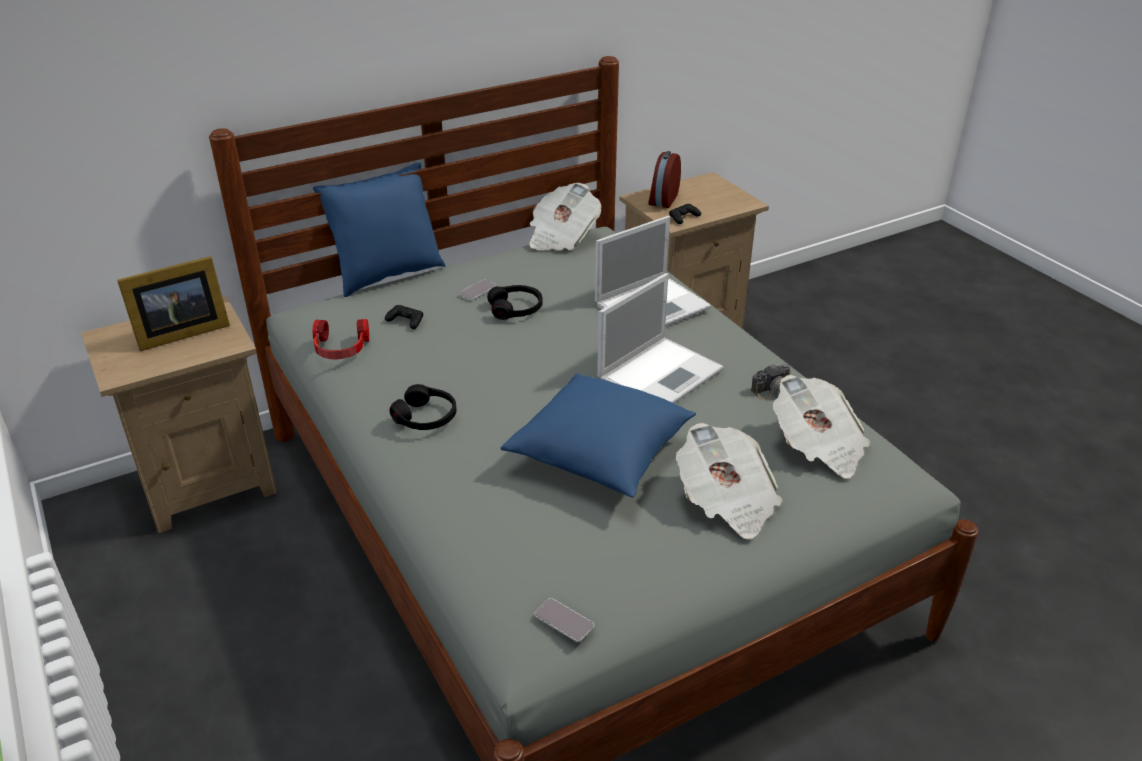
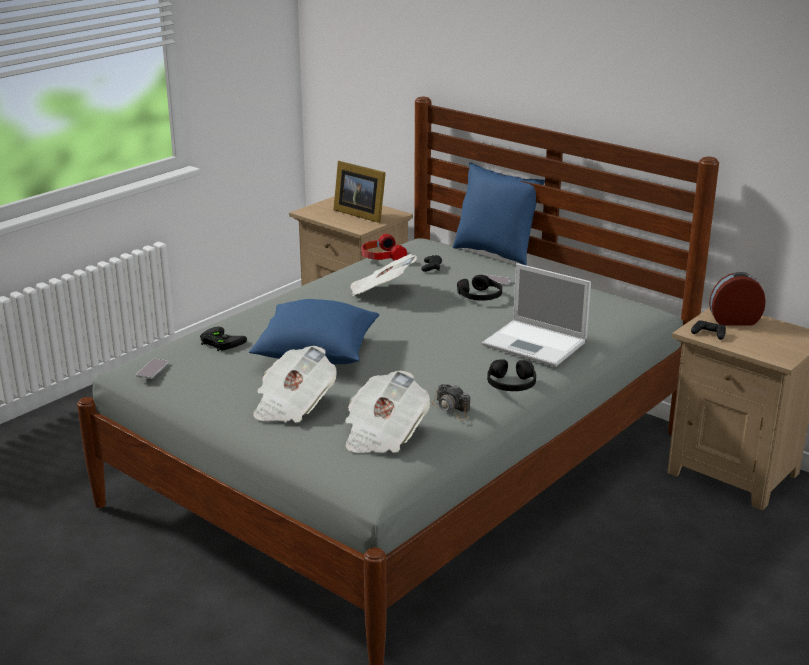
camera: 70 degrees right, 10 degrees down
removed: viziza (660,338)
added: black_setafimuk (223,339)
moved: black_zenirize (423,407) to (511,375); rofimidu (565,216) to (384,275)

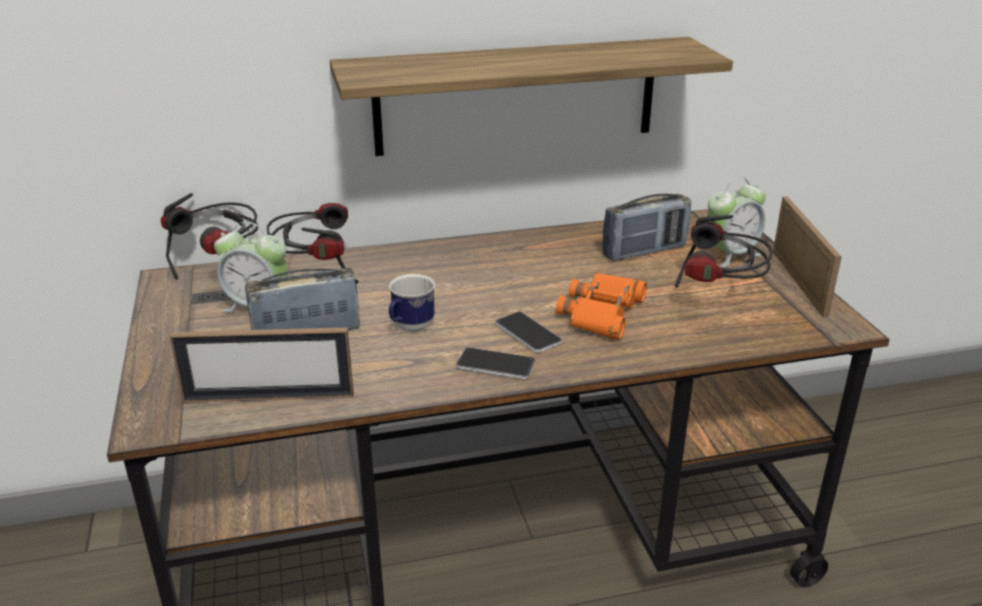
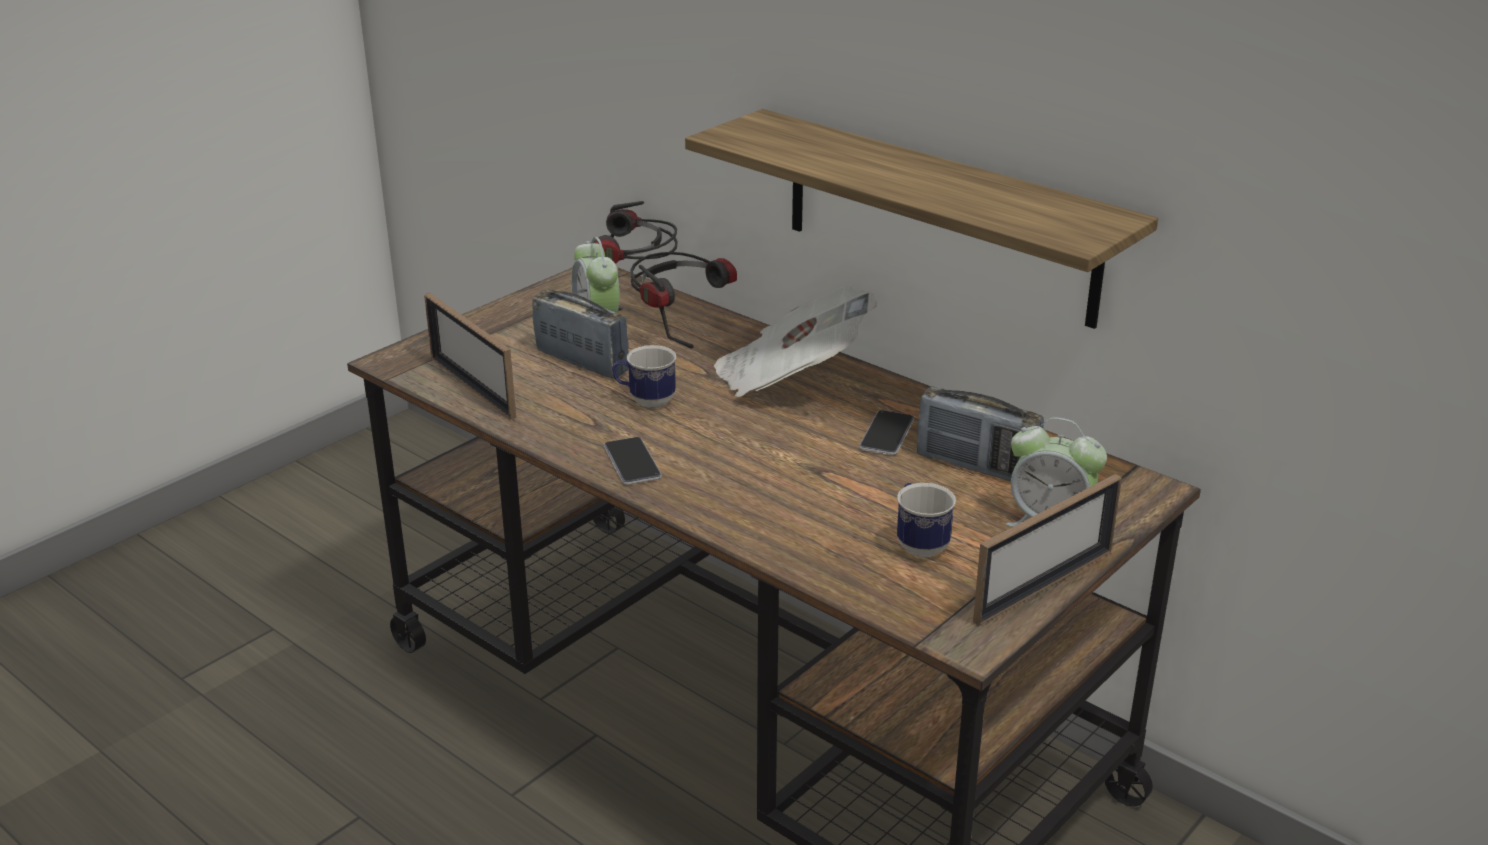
camera: 55 degrees right, 0 degrees up
removed: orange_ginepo (601,306)
added: rofimidu (795,341)
moved: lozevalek (528,332) to (886,432)
replaced: zenirize (724,251) to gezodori (926,520)

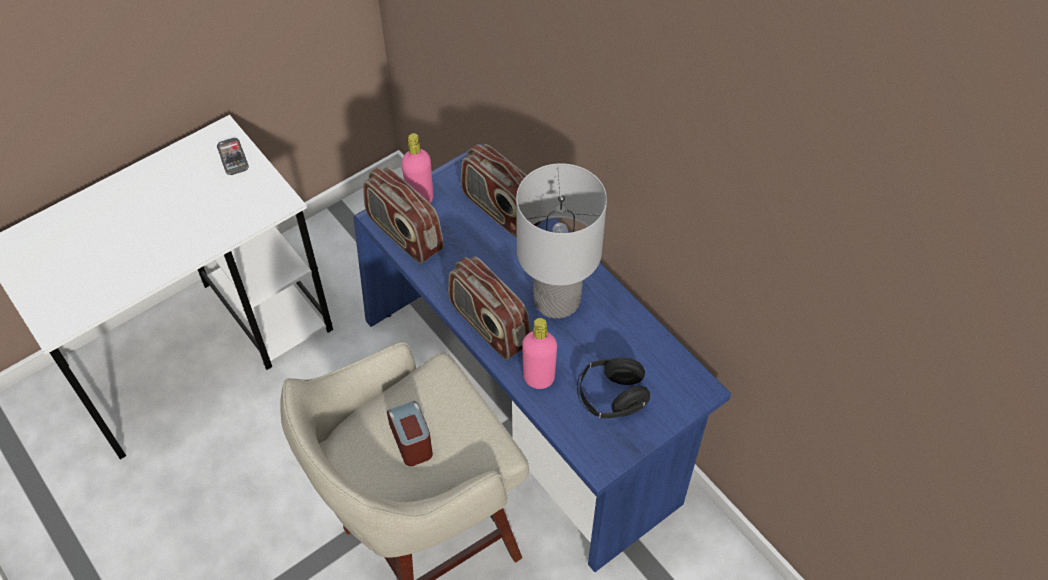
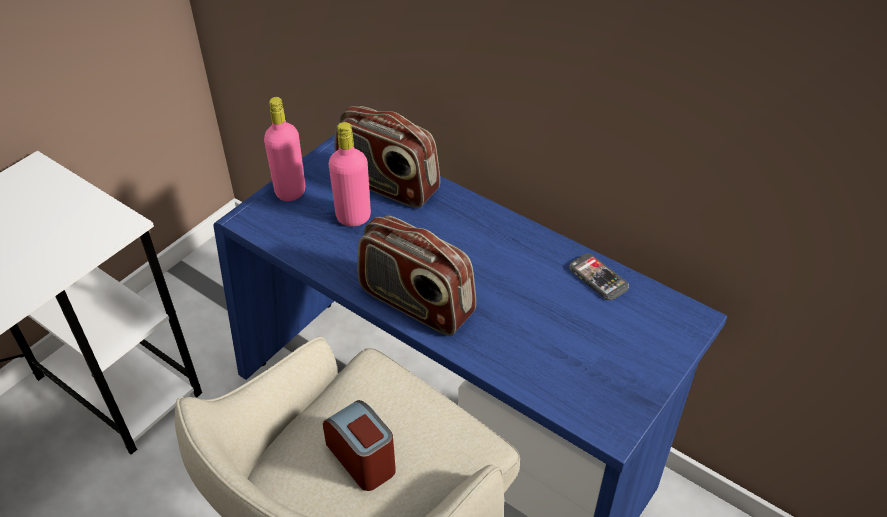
camera: 15 degrees left, 10 degrees down
removed: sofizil (403,215); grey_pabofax (561,241); black_zenirize (613,387)
moved: lozevalek (233,156) to (599,276); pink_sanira (539,353) to (349,174)

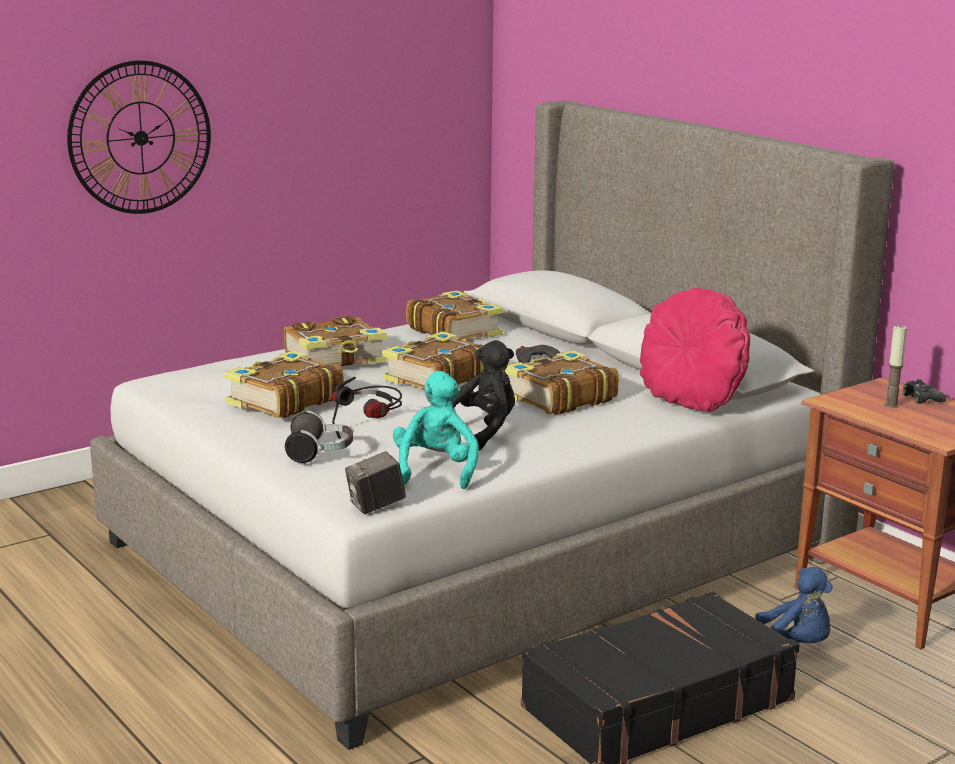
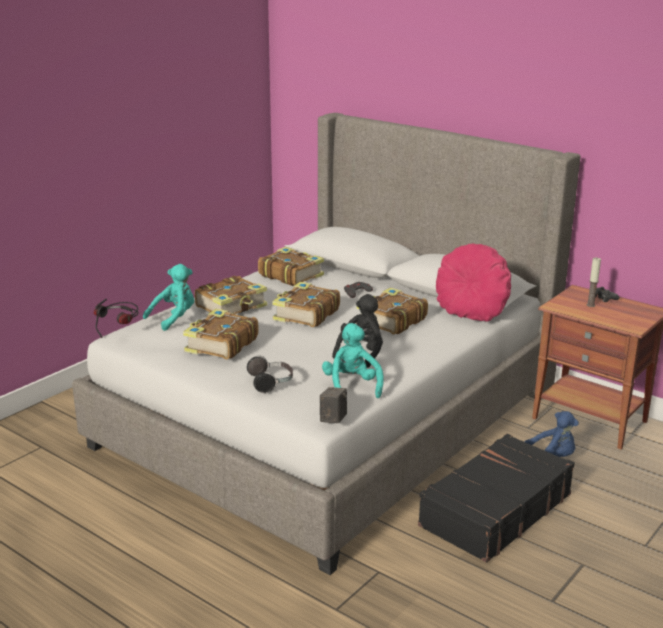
camera: 15 degrees left, 5 degrees up
removed: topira (139,137)
added: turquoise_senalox (168,297)
moved: zenirize (367,408) to (116,318)
turned: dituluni (375,482) = (333,405) 150 degrees clockwise

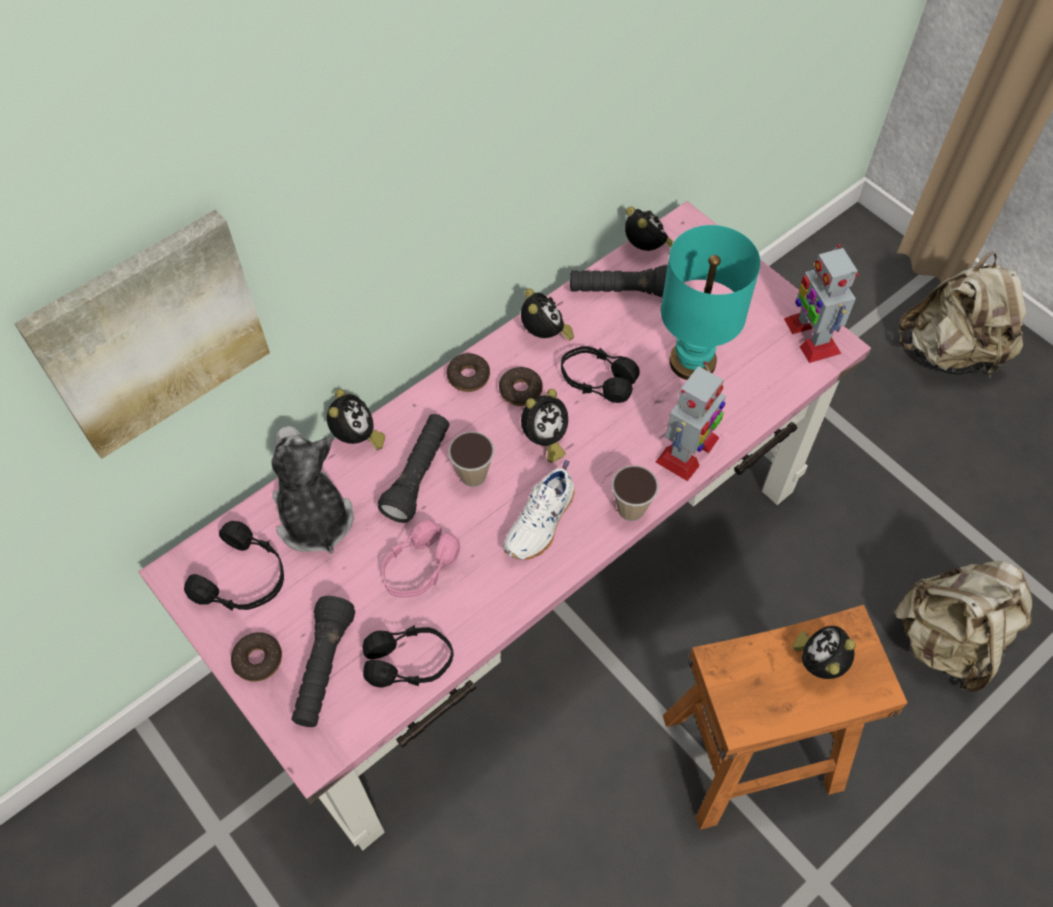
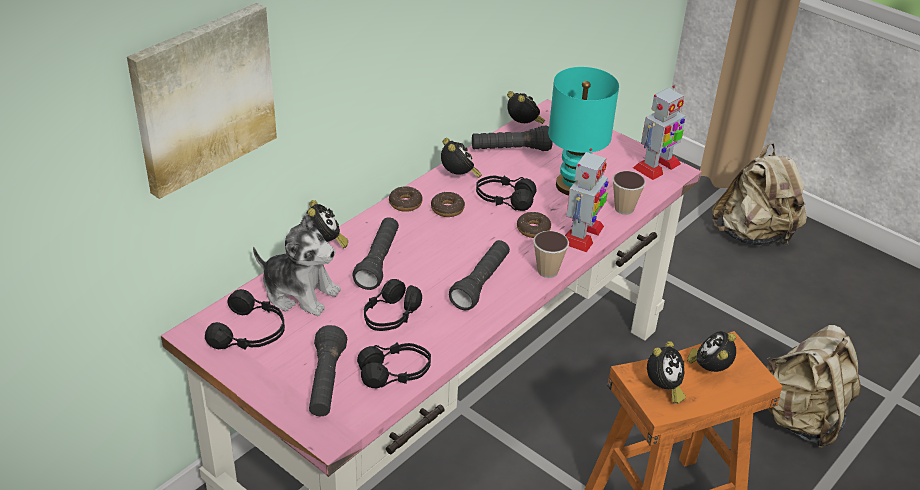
camera: 10 degrees left, 20 degrees down
moved: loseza (256,657) to (534,225); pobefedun (471,459) to (629,193); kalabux (544,425) to (666,372)
replaced: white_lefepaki (539,510) to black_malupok (479,275)
recoloured: pink_zenirize (421,558) to black_zenirize (393,305)
turned: senalox (312,490) = (297,264) 150 degrees clockwise; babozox (821,303) = (659,132) 105 degrees counterclockwise

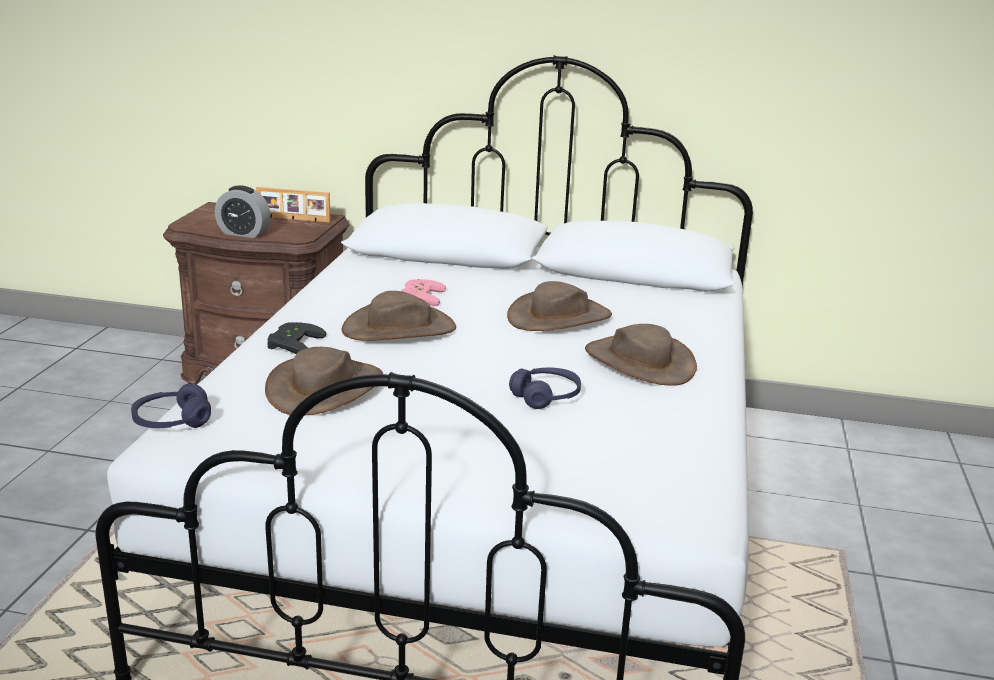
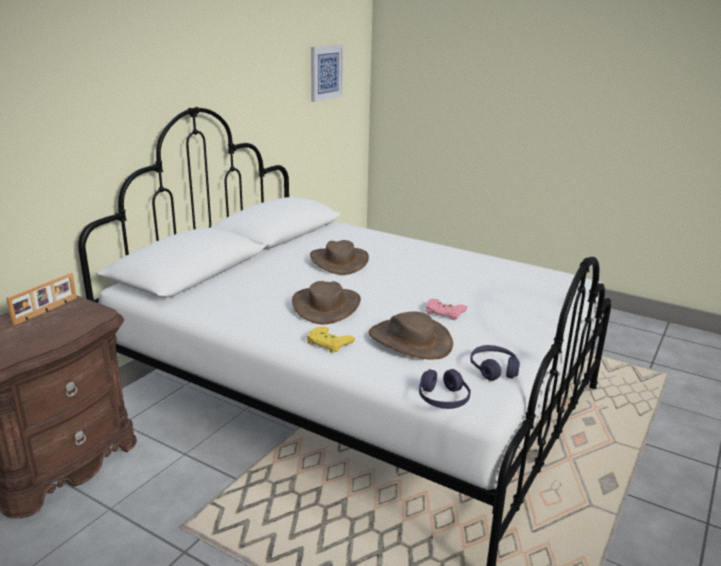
camera: 70 degrees left, 0 degrees up
removed: kalabux (243,211); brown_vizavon (641,355)
added: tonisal (327,73)
moved: pink_setafimuk (423,292) to (446,309); purple_zenirize (545,388) to (495,363)
recoloured: black_setafimuk (296,338) to yellow_setafimuk (331,340)

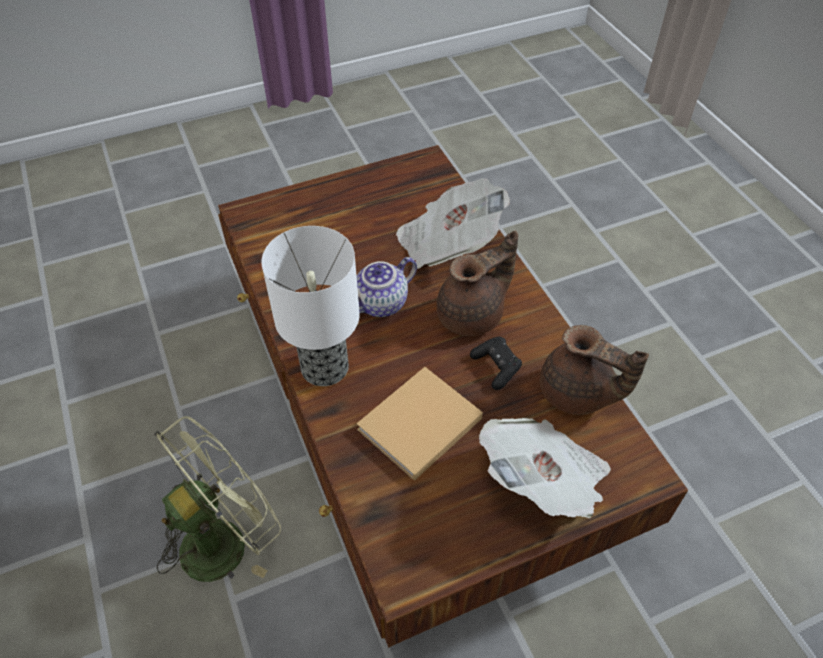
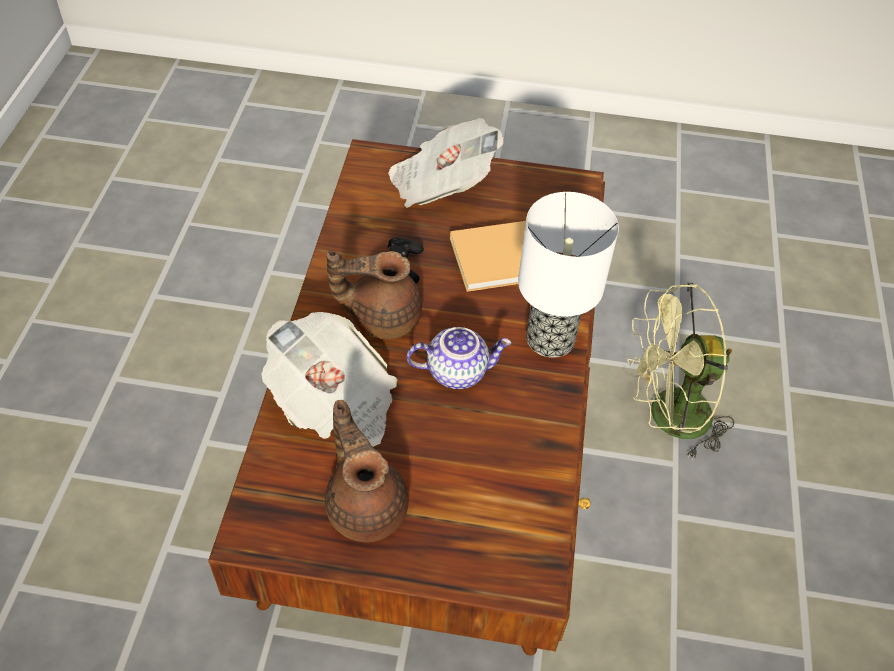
camera: 150 degrees left, 0 degrees up
moved: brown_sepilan (594,370) to (367,471)

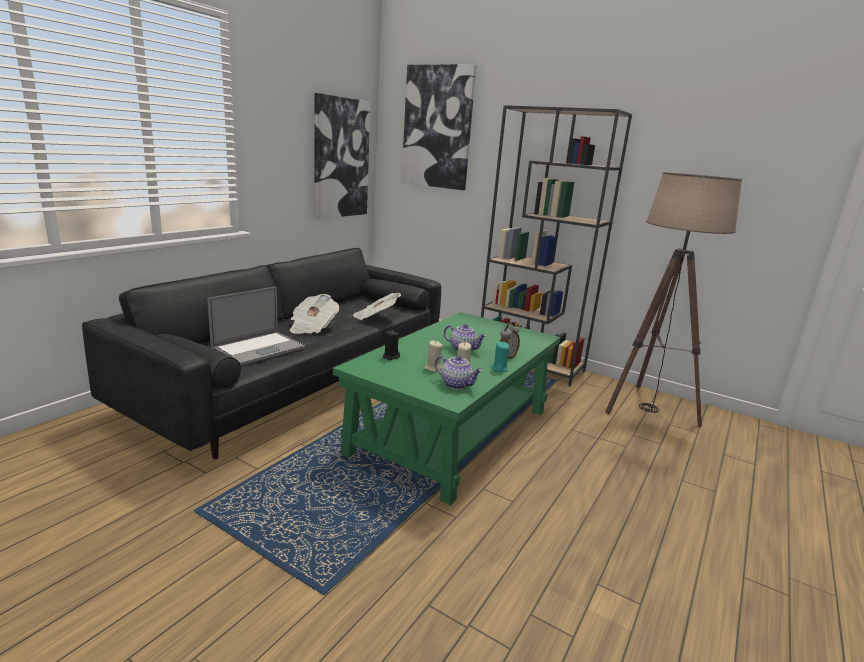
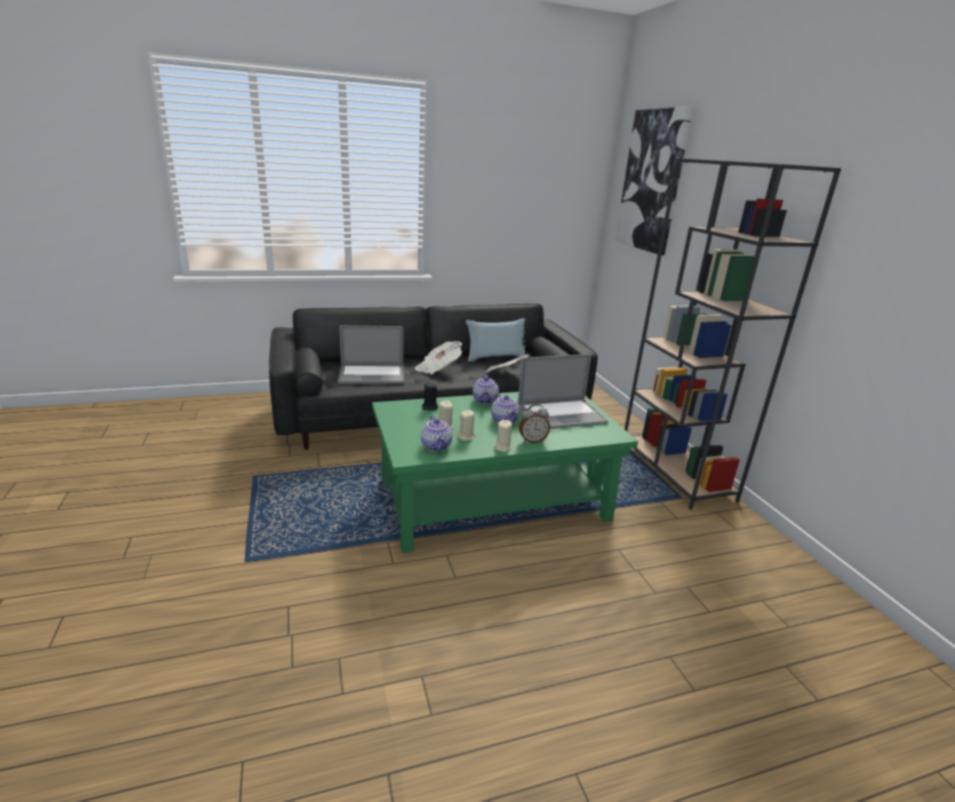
camera: 40 degrees right, 5 degrees up
removed: tonisal (342,156); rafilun (673,300)
added: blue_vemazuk (496,340); sepilan (486,389); viziza (563,391)
recoloured: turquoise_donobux (500,357) to beige_donobux (503,436)

